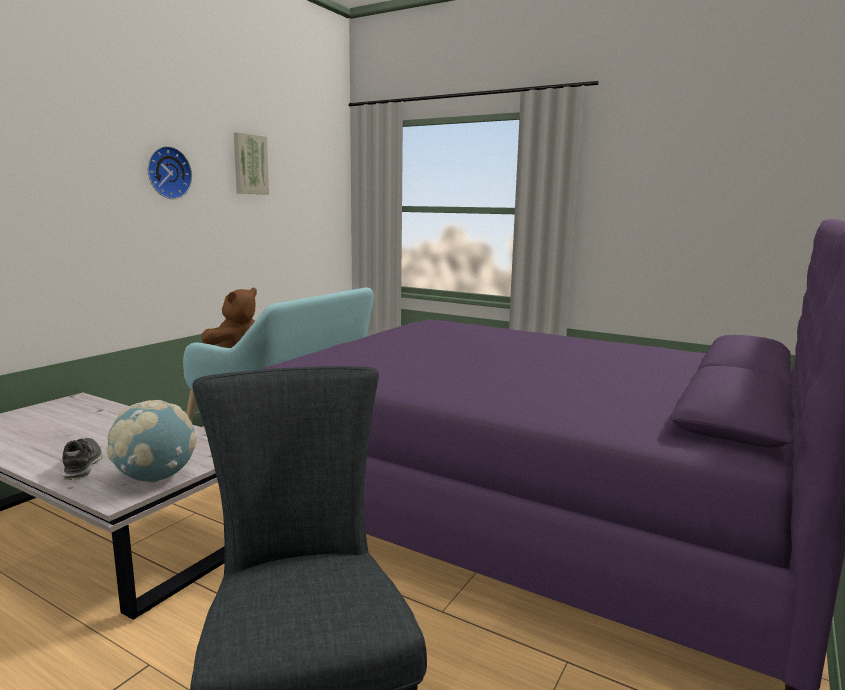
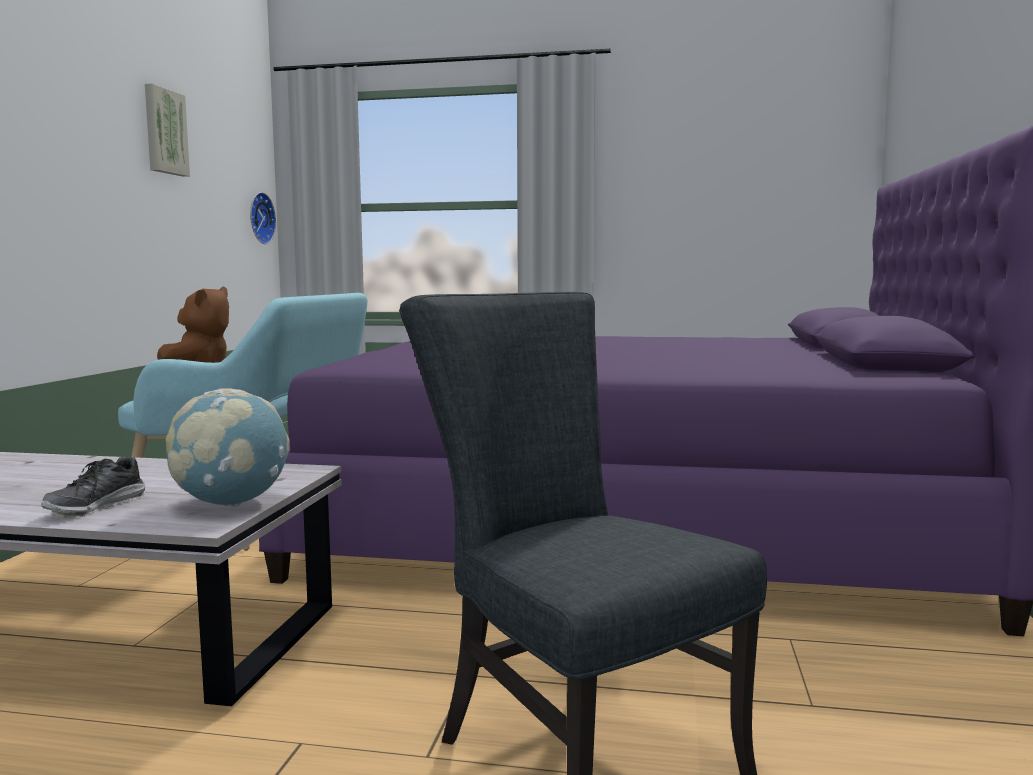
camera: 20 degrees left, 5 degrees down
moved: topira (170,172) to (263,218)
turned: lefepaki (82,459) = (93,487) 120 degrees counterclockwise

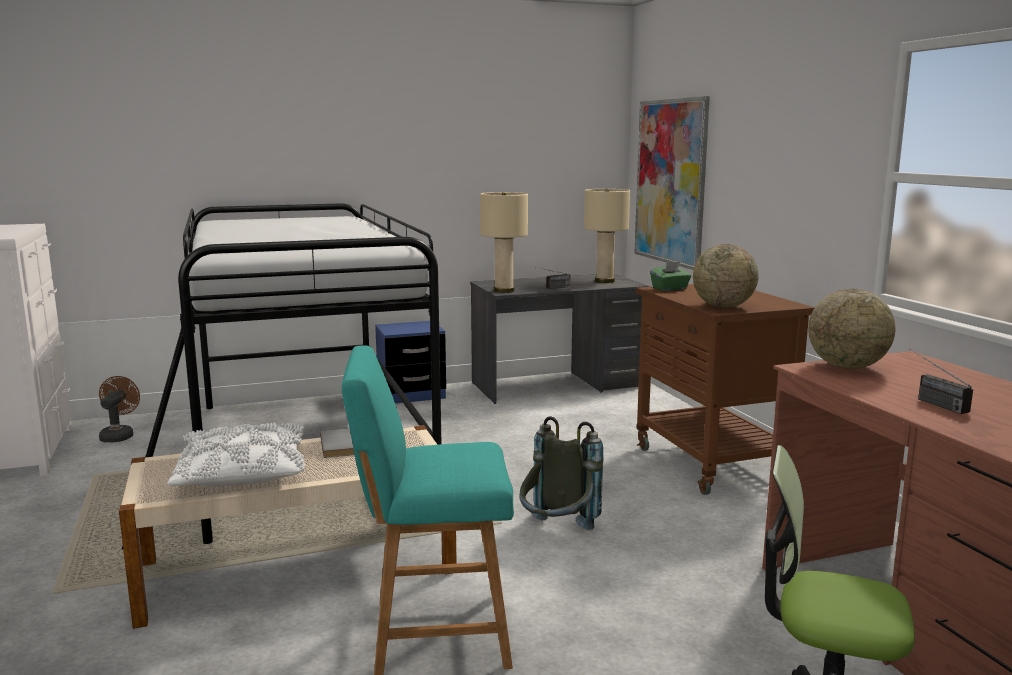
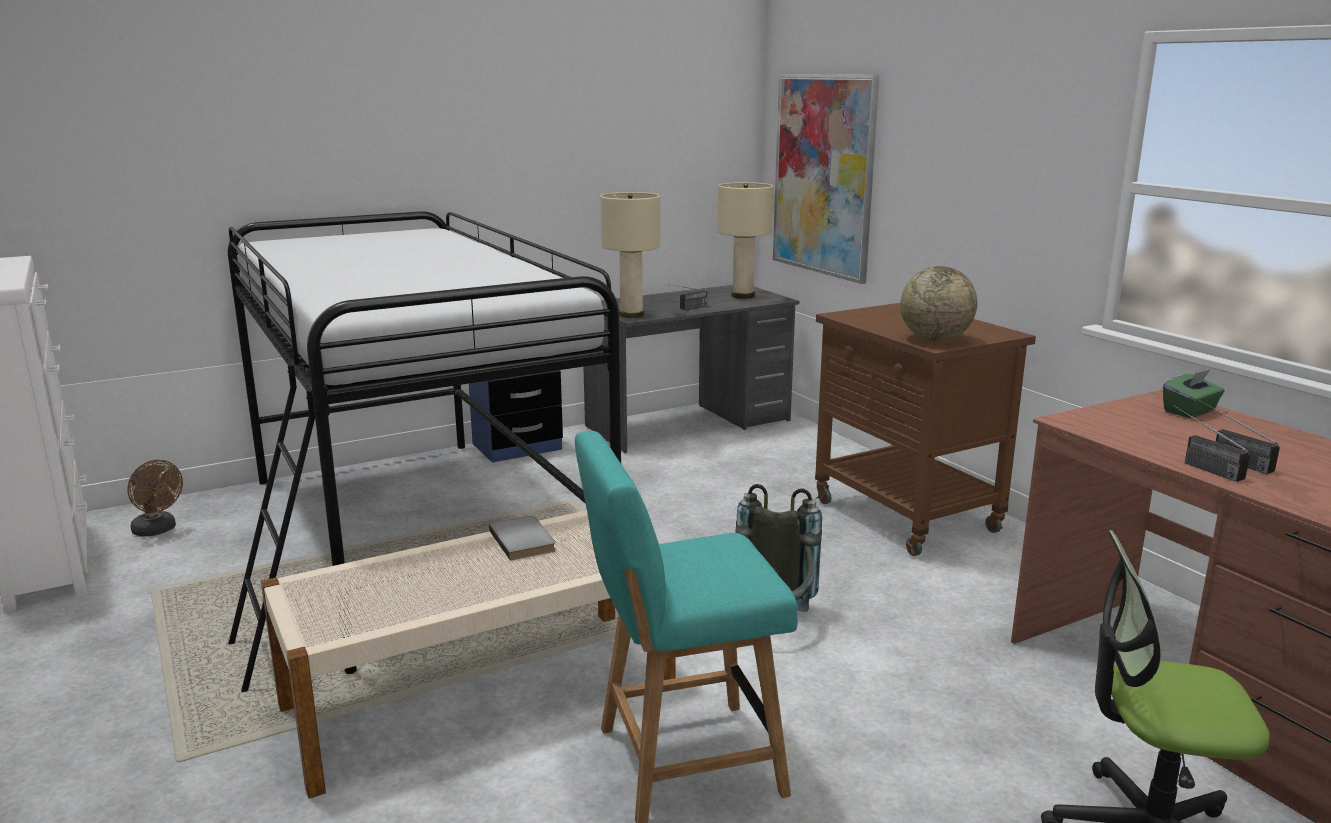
camera: 10 degrees left, 5 degrees up
removed: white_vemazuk (236,454); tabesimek (851,329)
added: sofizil (1212,443)
moved: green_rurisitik (670,276) to (1194,393)
turned: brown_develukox (119,409) = (155,498) 135 degrees clockwise

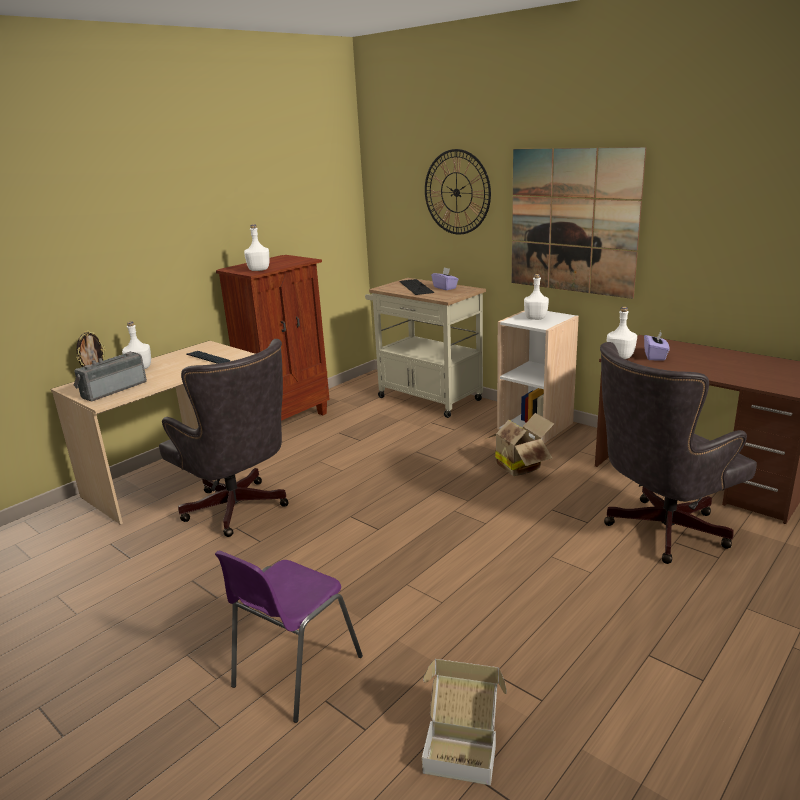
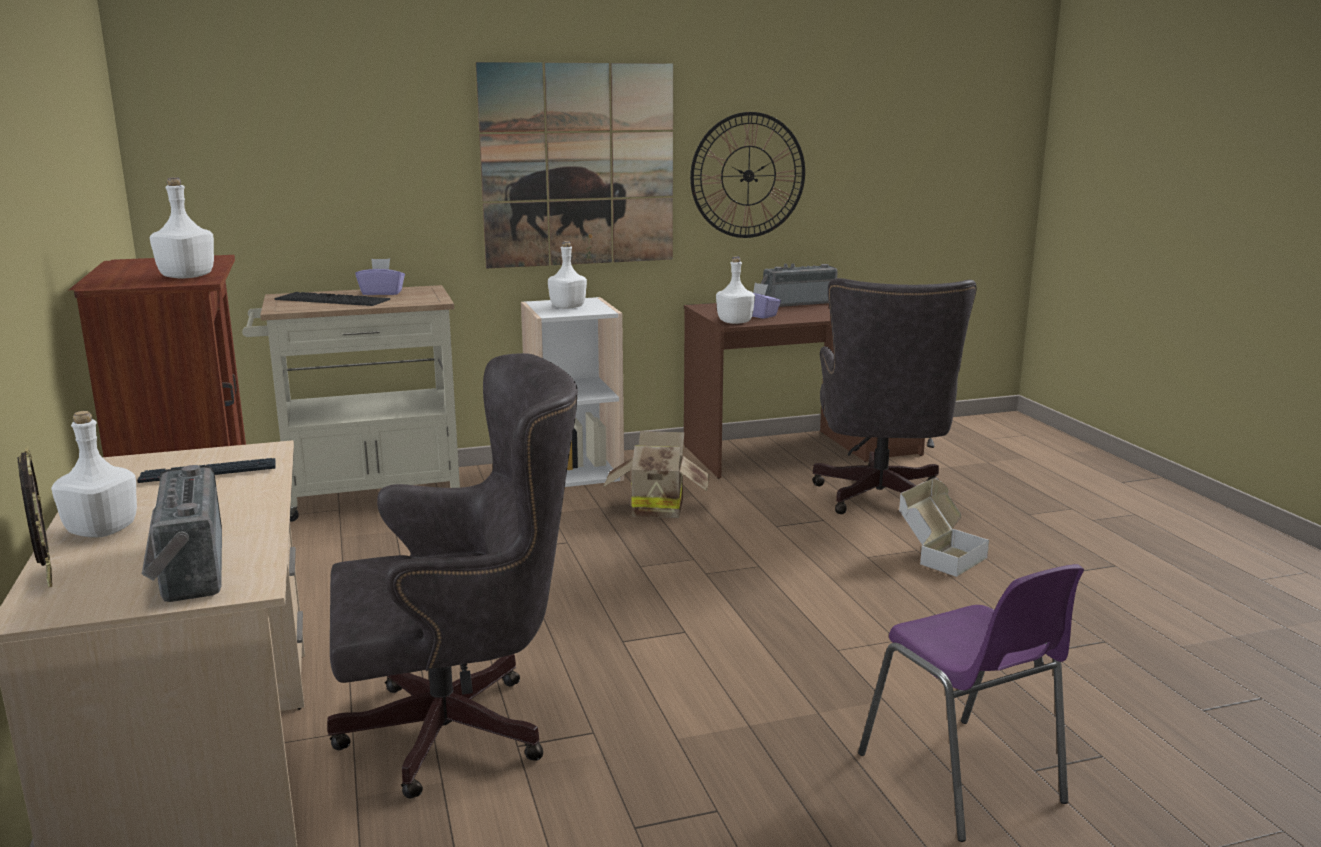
camera: 60 degrees left, 5 degrees down
added: sofizil (799,285)
moved: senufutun (464,722) to (944,528); topira (458,192) to (747,175)

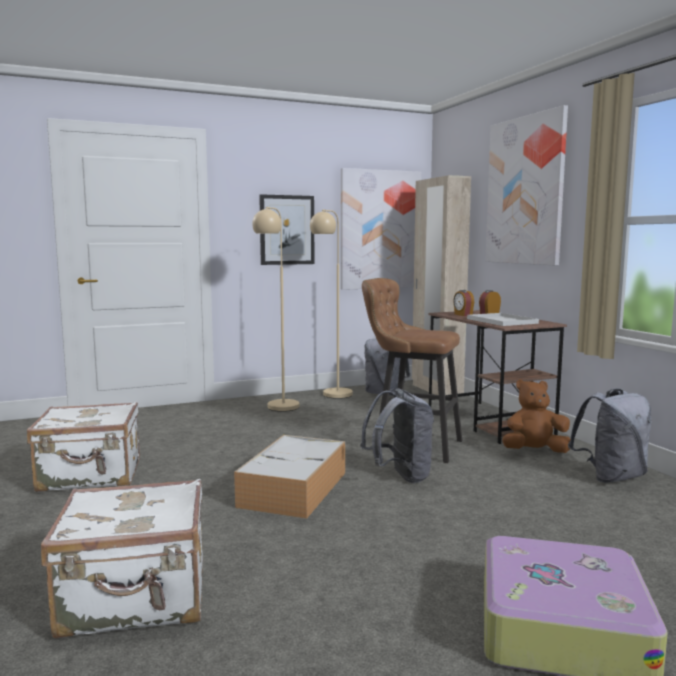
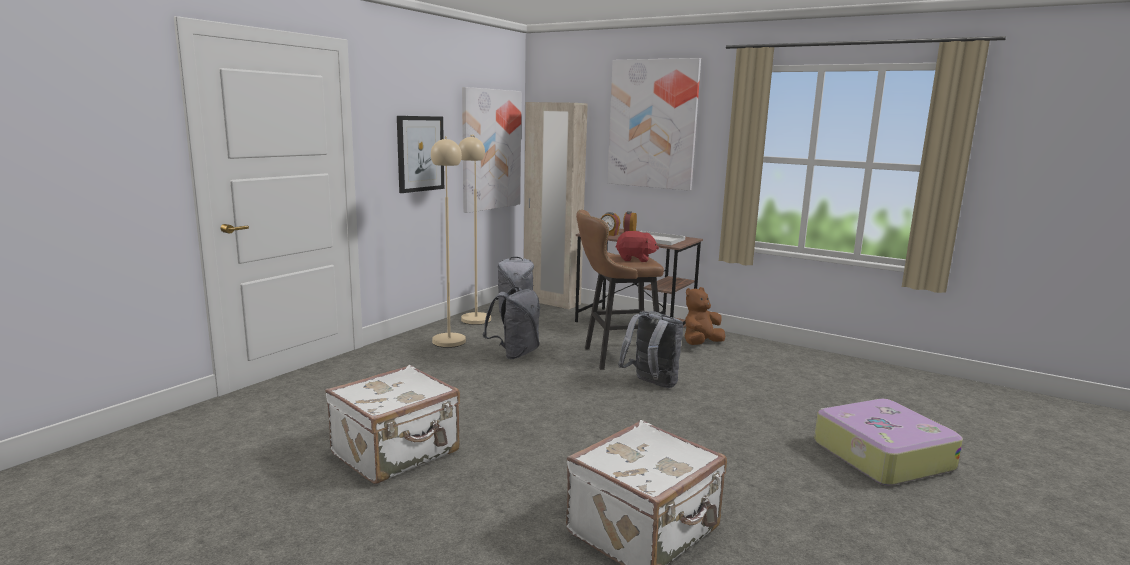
camera: 35 degrees left, 5 degrees up
removed: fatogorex (289,477)
added: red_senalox (637,246)
moved: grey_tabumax (610,435) to (511,323)

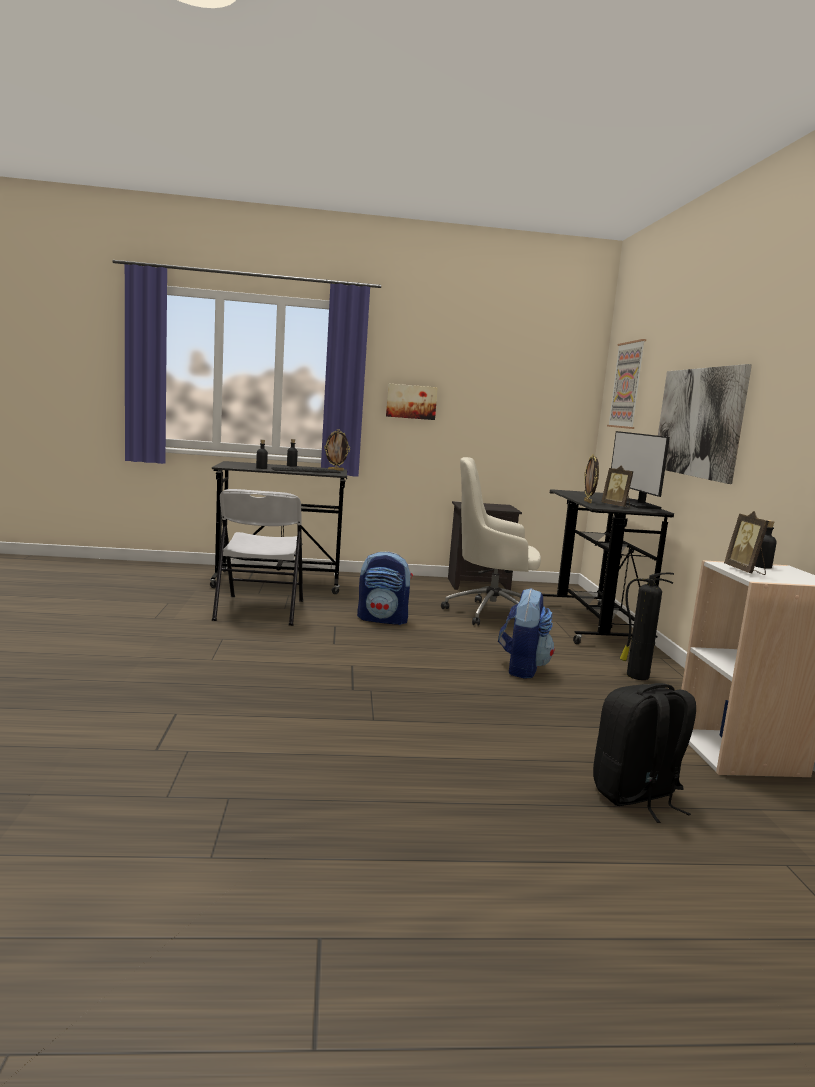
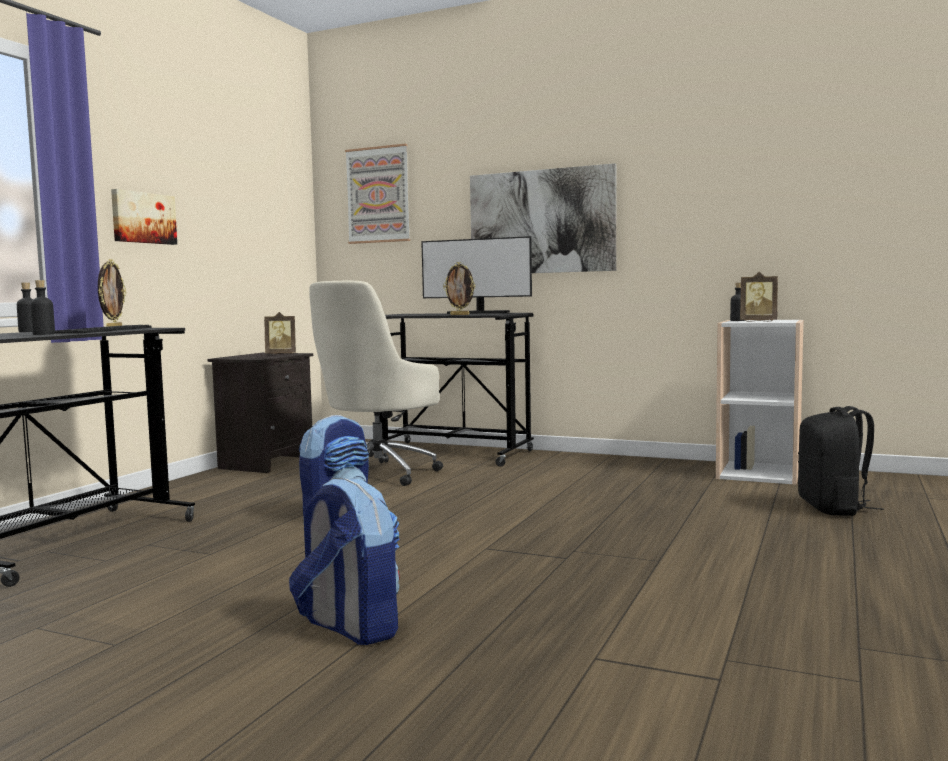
camera: 60 degrees left, 5 degrees down
removed: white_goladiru (257,557); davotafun (646,626)
moved: tabumax (526,633) to (344,561); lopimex (617,486) to (280,333)

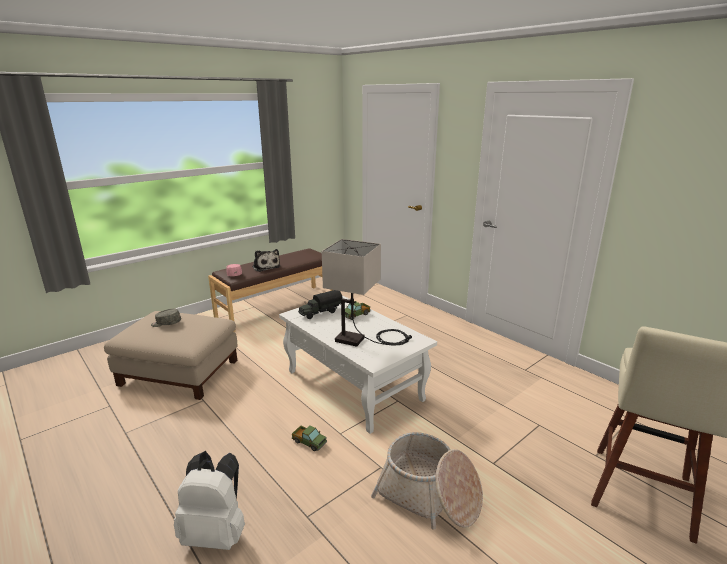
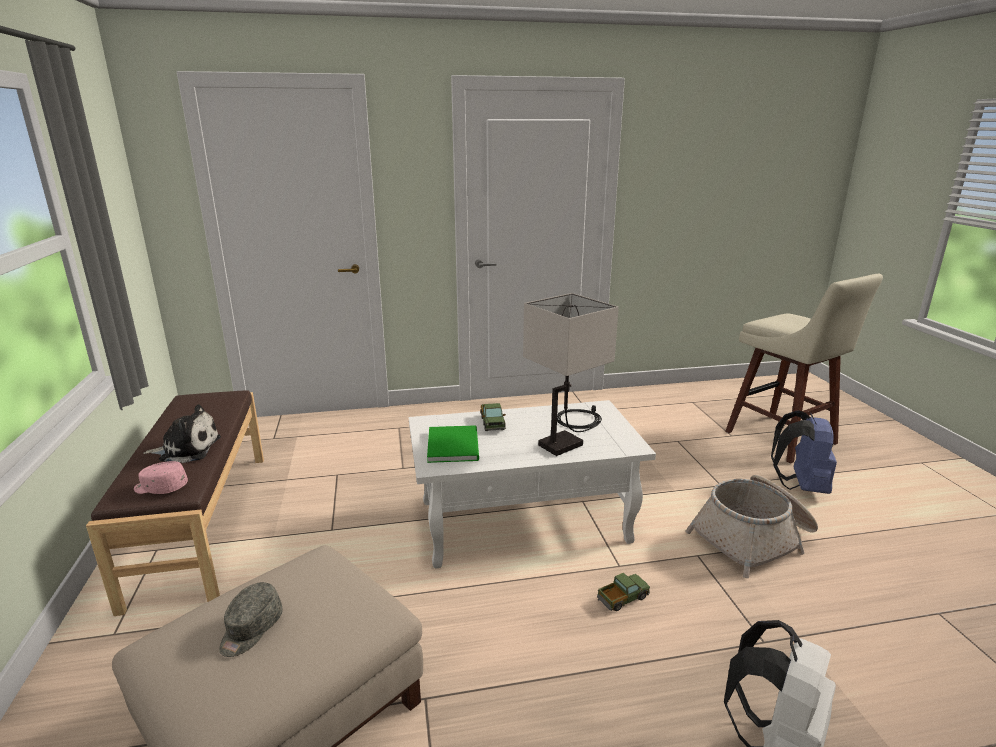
camera: 60 degrees left, 0 degrees up
added: blue_tabumax (804,452)
replaced: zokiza (320,304) to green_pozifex (453,444)

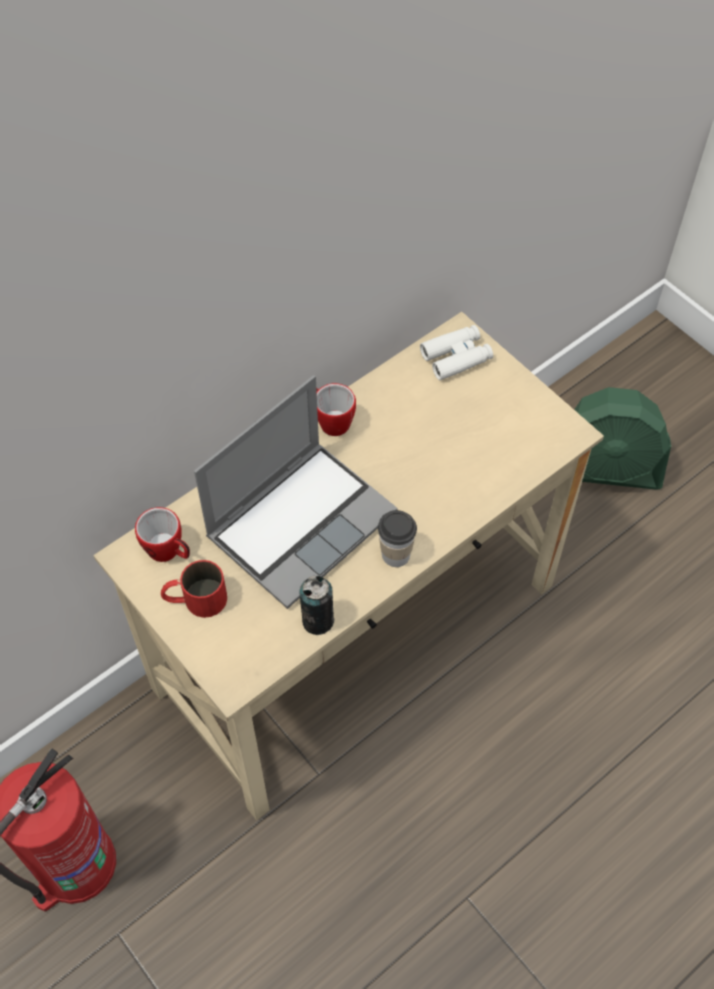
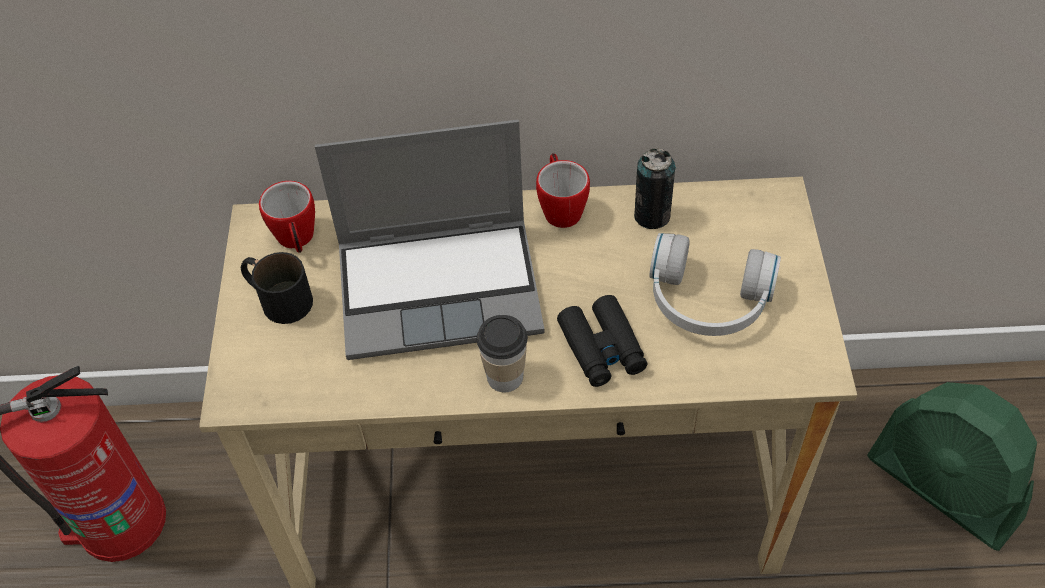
camera: 40 degrees right, 5 degrees down
removed: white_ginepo (456,352)
added: black_ginepo (602,341); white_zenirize (715,284)
moved: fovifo (317,605) to (655,188)
recoloured: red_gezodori (194,589) to black_gezodori (277,288)

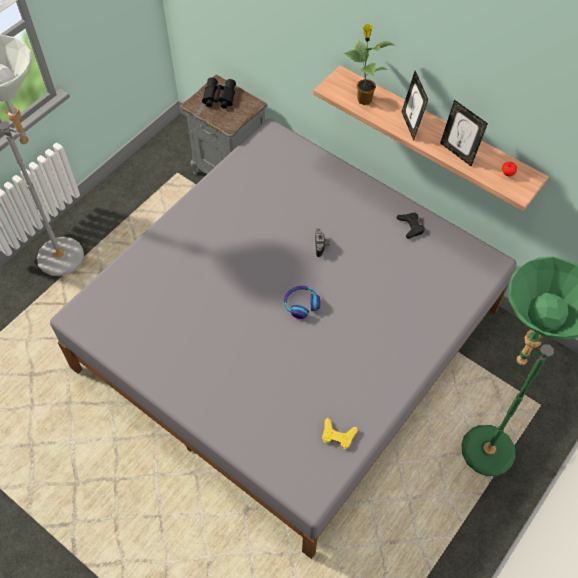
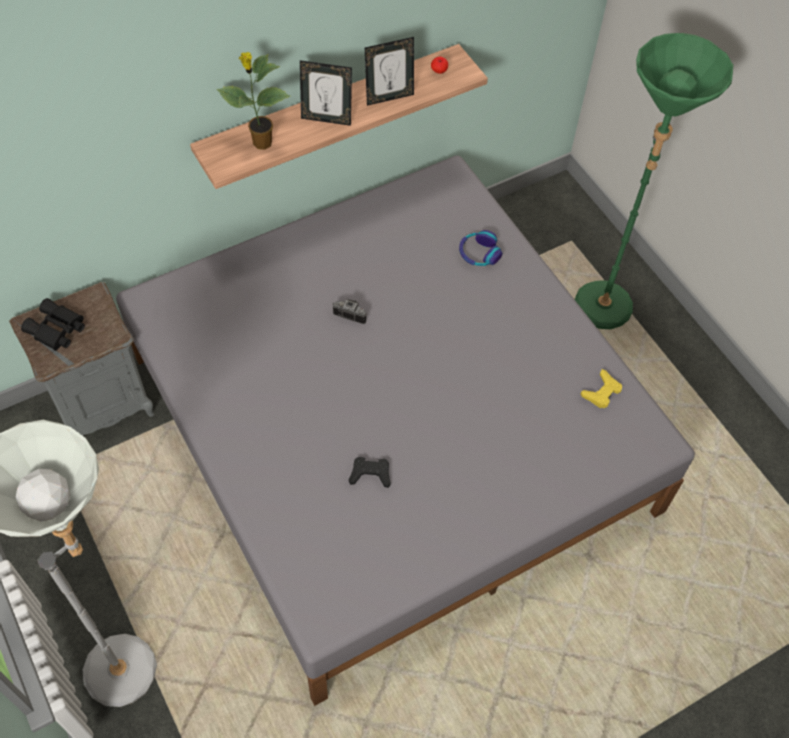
camera: 70 degrees left, 0 degrees up
moved: zenirize (302,302) to (480,248); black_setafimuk (411,226) to (370,472)

